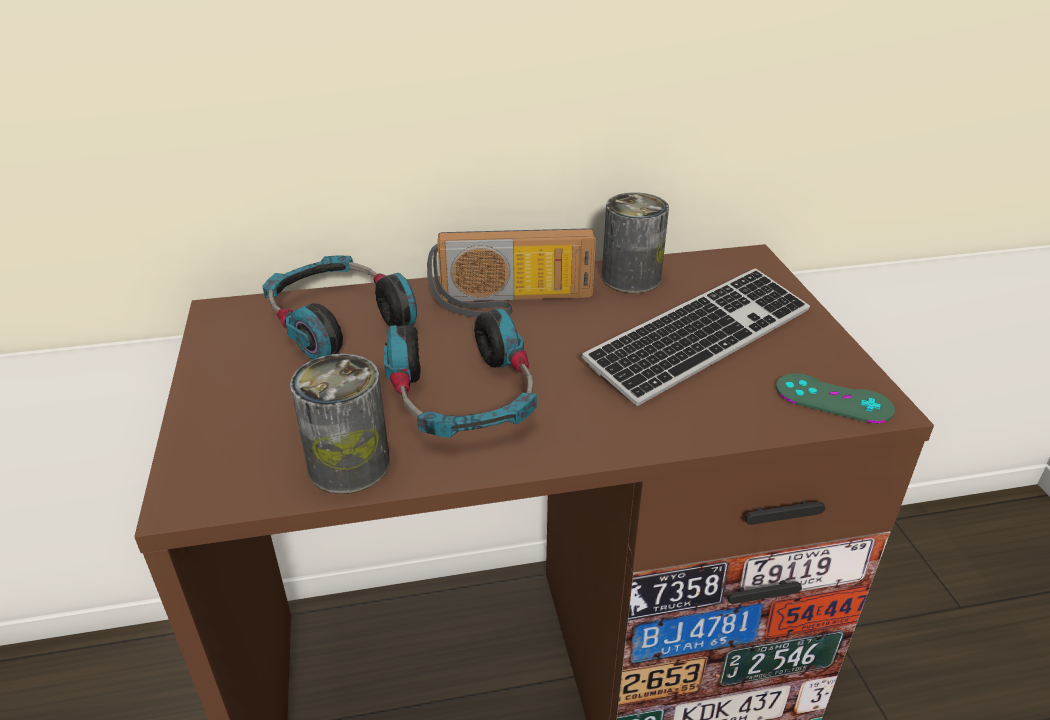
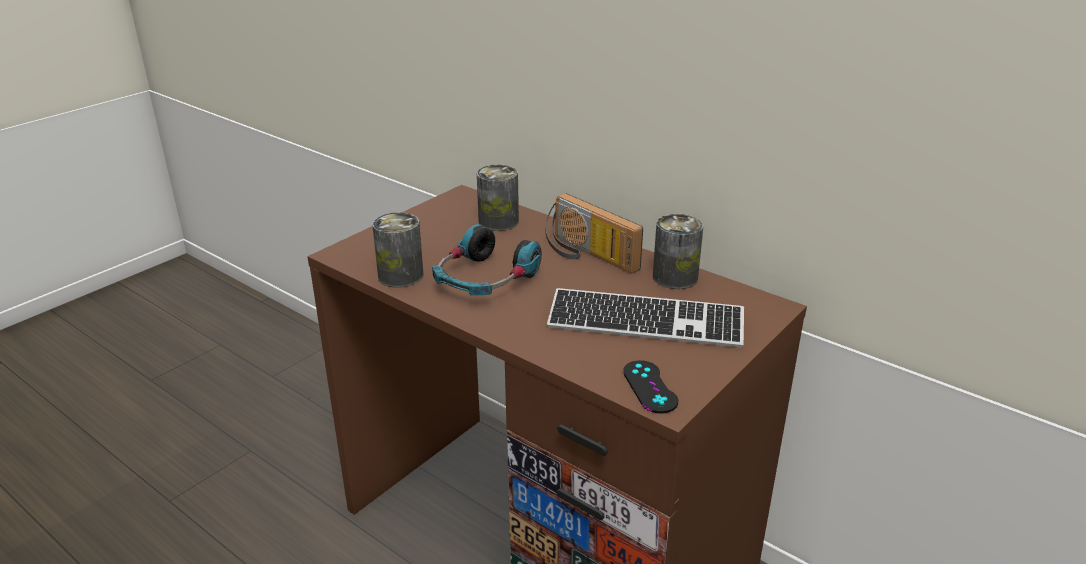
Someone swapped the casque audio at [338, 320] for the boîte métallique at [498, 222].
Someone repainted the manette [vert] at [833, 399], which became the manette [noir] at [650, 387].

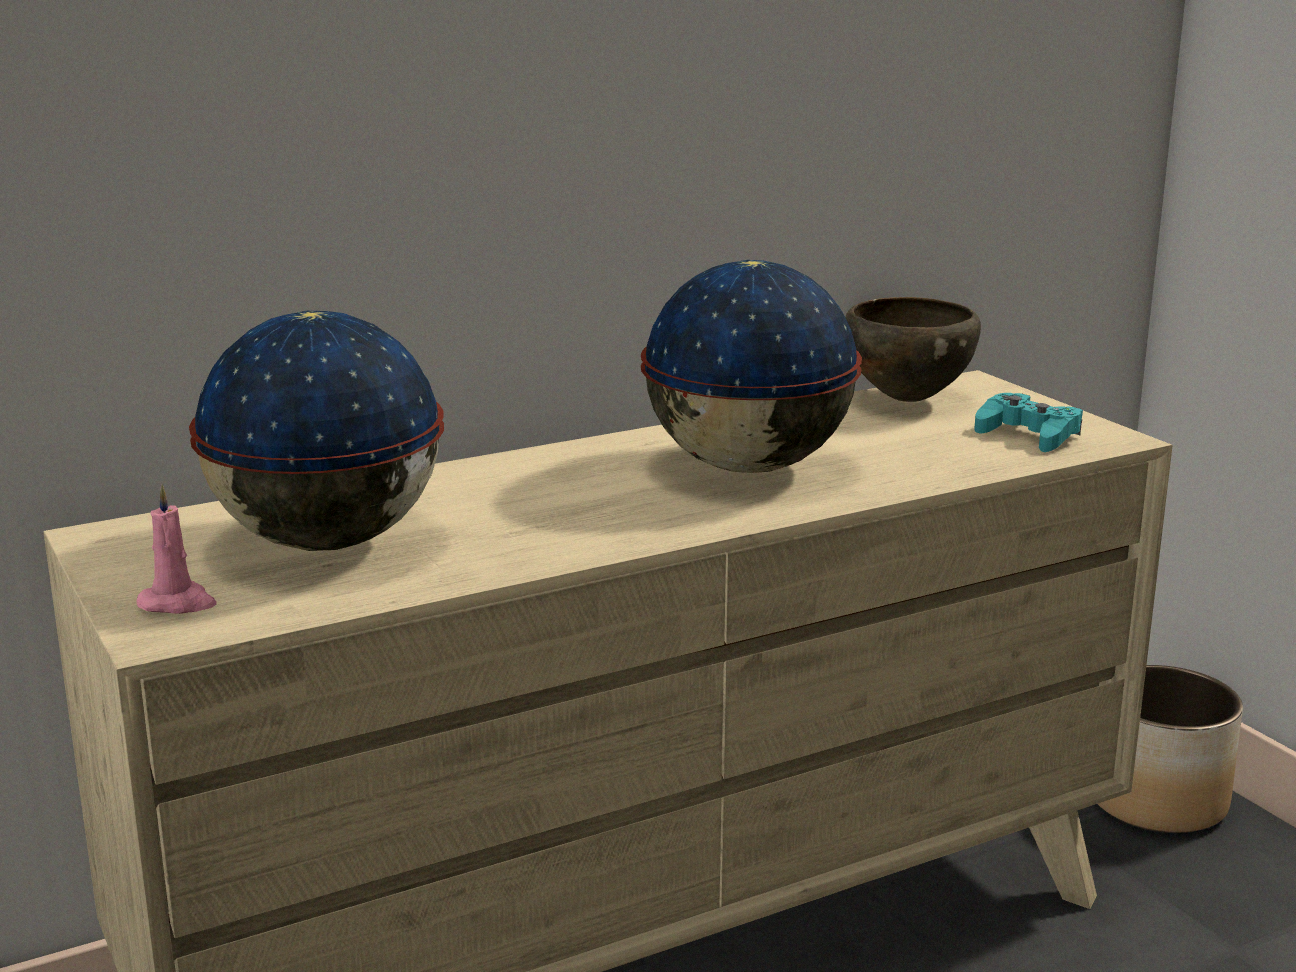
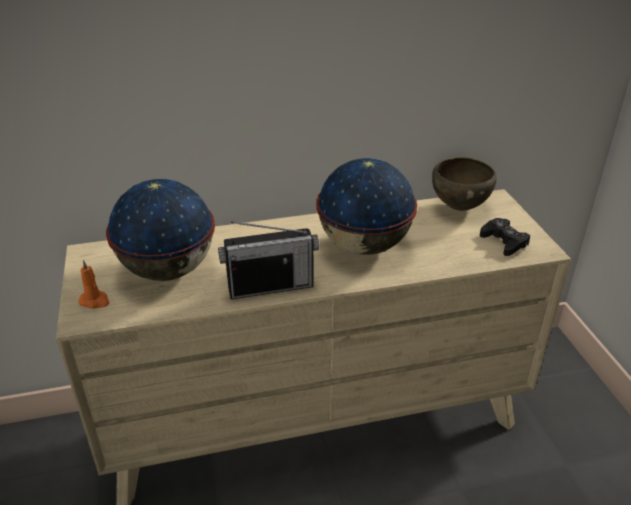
Someone repainted the bougie [rose] at [178, 603], which became the bougie [orange] at [95, 301].
Someone put down the radio at [270, 286].
Someone repainted the manette [turquoise] at [1029, 435], which became the manette [noir] at [504, 242].
Someone took away the cache-pot at [1158, 800].

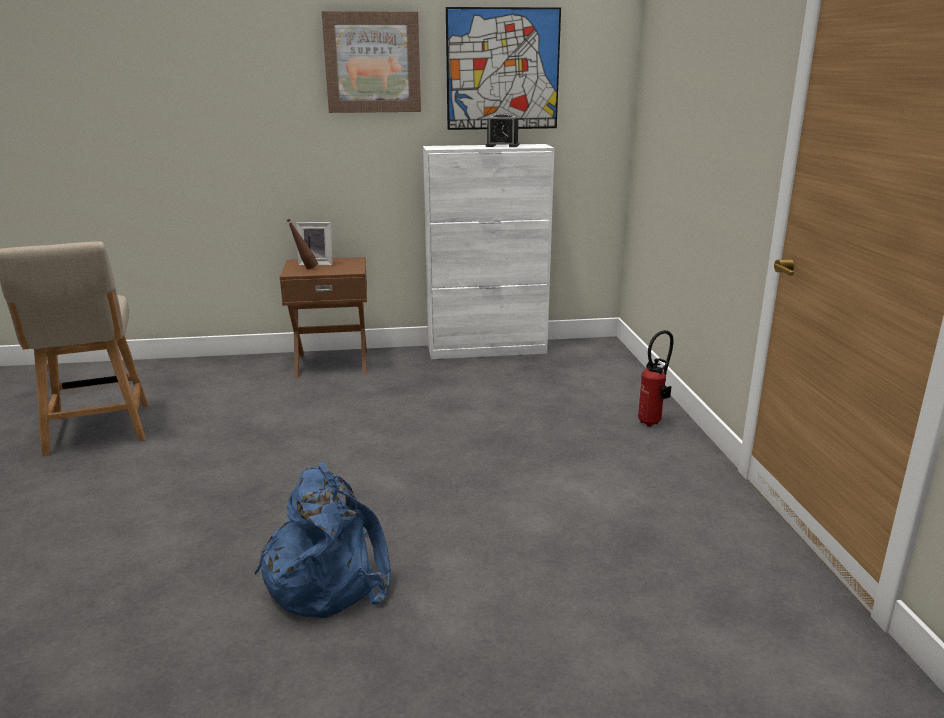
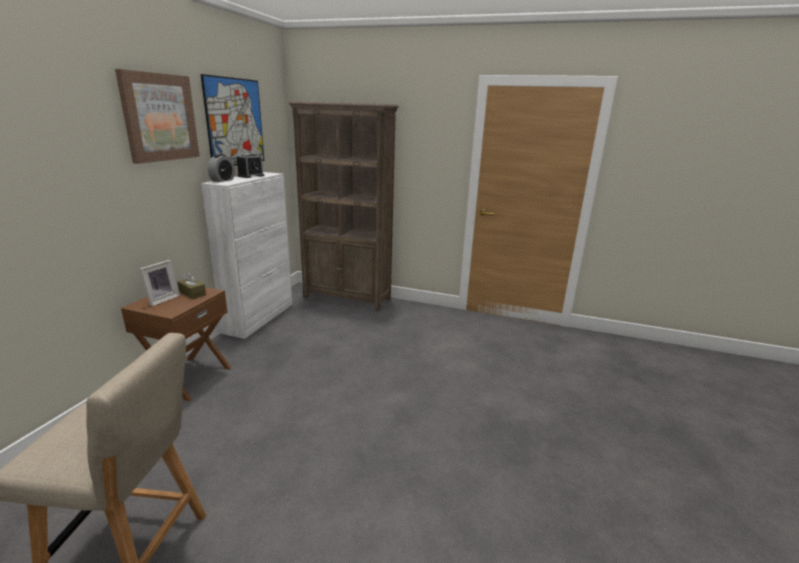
Someone put down the boîte à mouchoirs [marron] at [192, 293].
Someone put down the réveil at [222, 180].
Someone put down the bibliothèque [marron] at [347, 298].
Someone took away the sac à dos [bleu] at [328, 578].
Someone took away the bouteille [marron] at [304, 269].
Someone took away the extincteur at [653, 422].

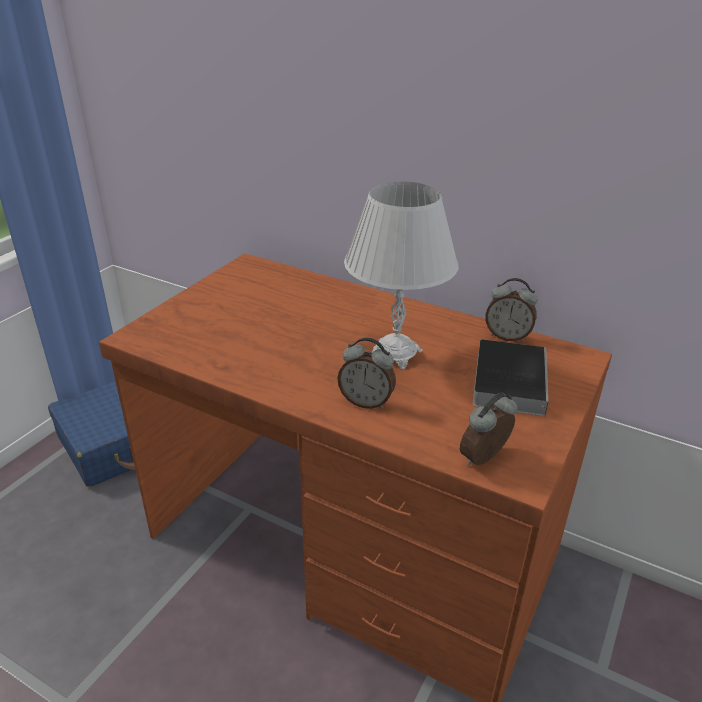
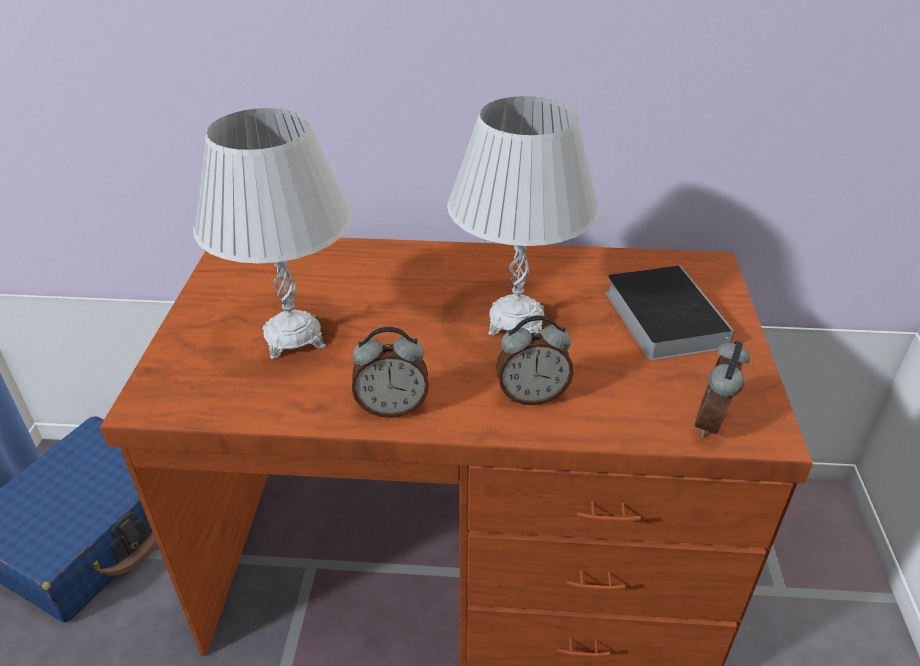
Someone put down the lampe de table [blanc] at [293, 337].
Someone carried the réveil from [507, 336] to [392, 407].

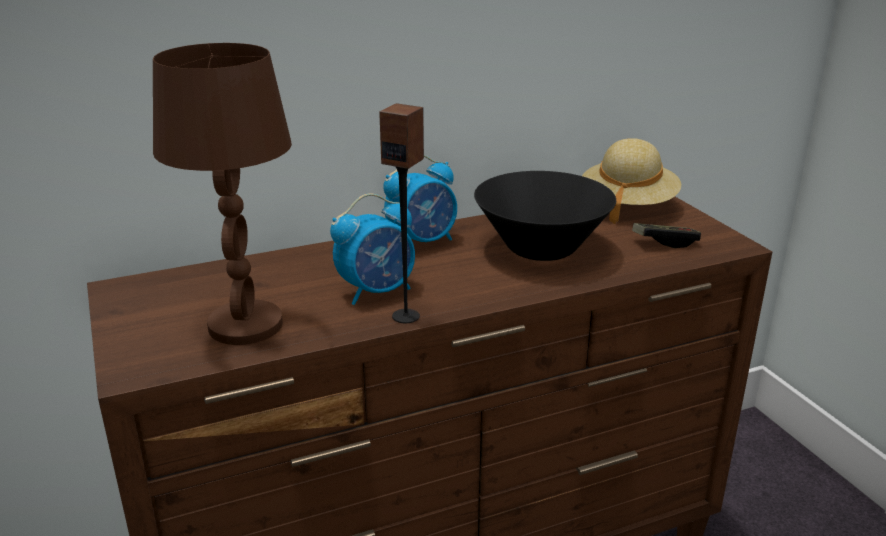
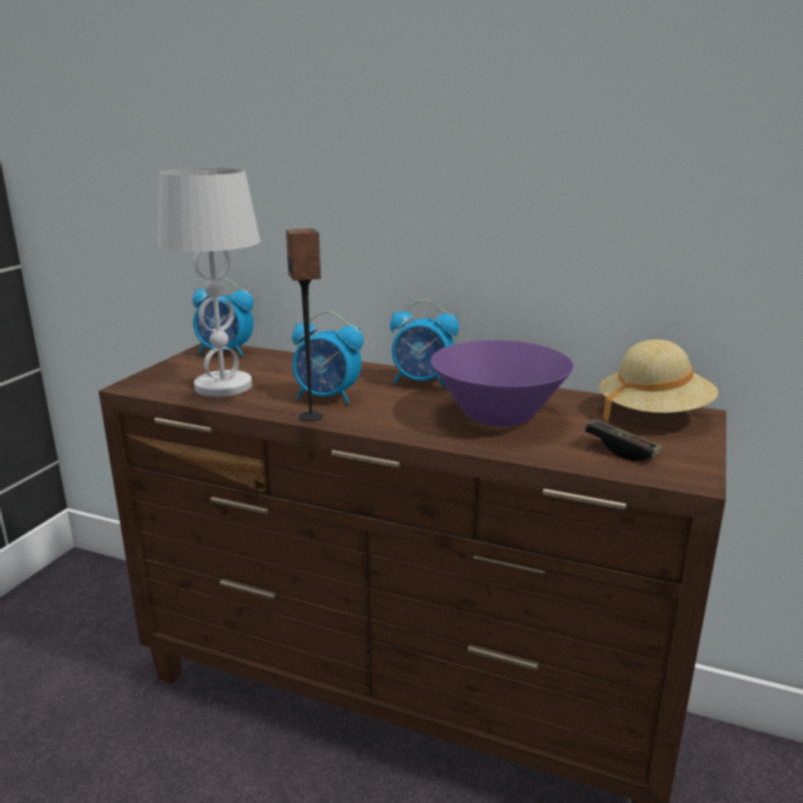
Someone repainted the lampe de table [marron] at [246, 325], which became the lampe de table [blanc] at [223, 386].
Someone put down the réveil at [225, 352].
Someone repainted the bol [noir] at [541, 248], which became the bol [violet] at [498, 415].

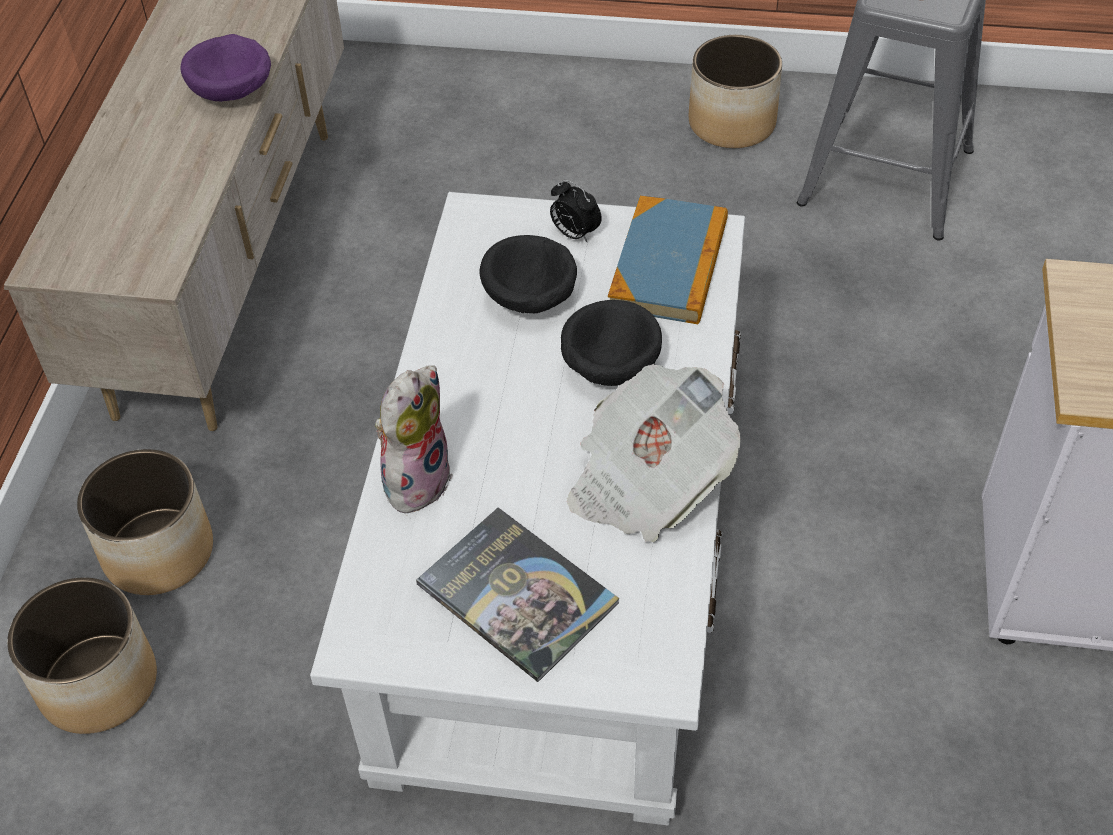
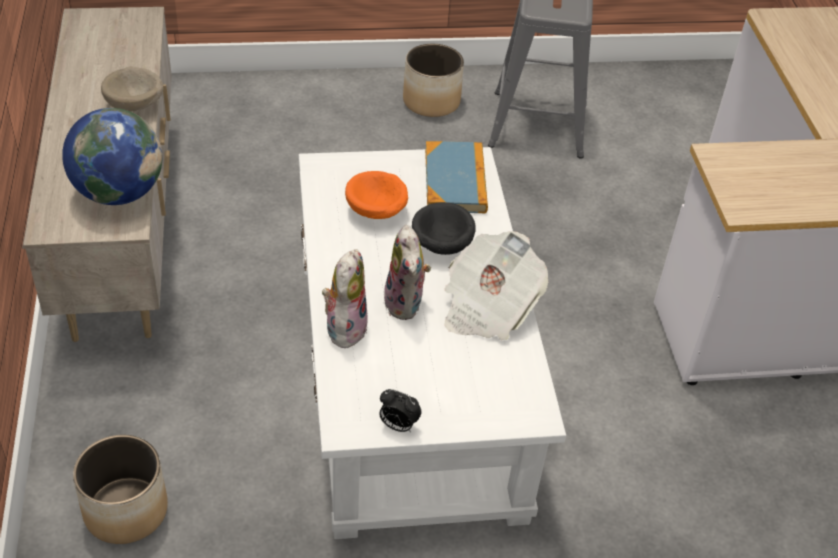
Someone put down the globe at [119, 193].
Someone repainted the bol [violet] at [234, 92], which became the bol [beige] at [136, 105].
Someone repainted the bol [noir] at [530, 299], which became the bol [orange] at [376, 212].
Someone carried the réveil from [574, 234] to [398, 425].
Someone put down the peluche at [406, 304].
Someone took away the cache-pot at [157, 551].
Someone took away the livre at [517, 594].

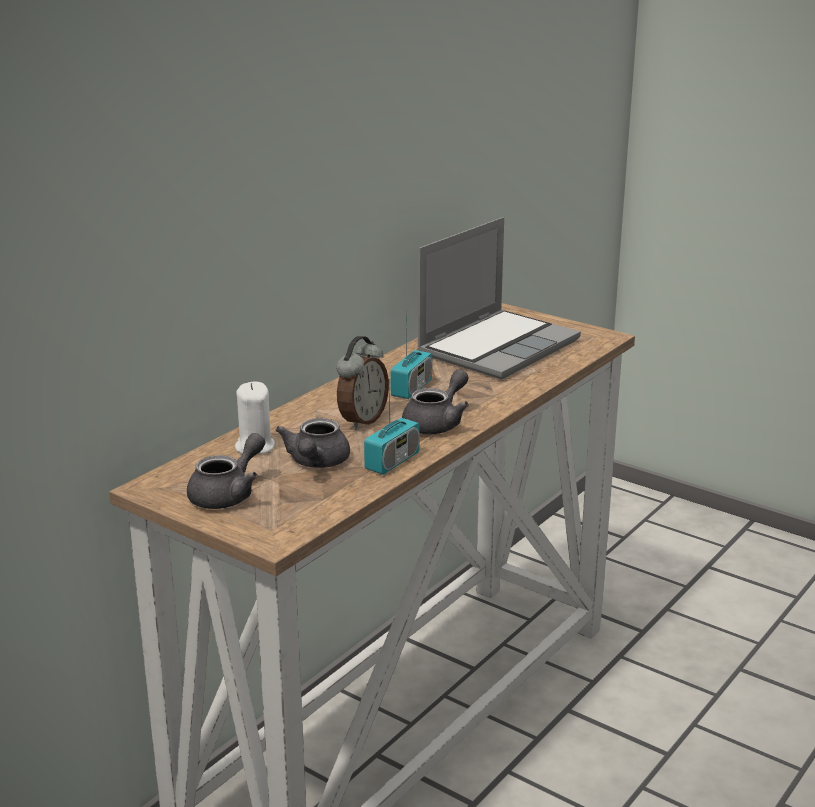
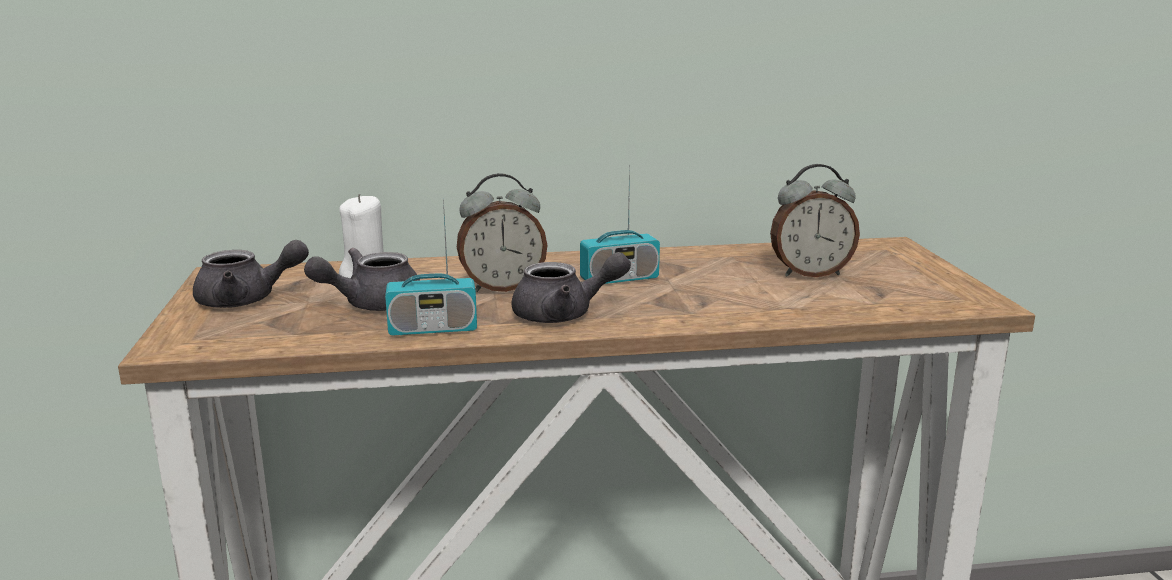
Someone swapped the ordinateur portable at [498, 346] for the réveil at [810, 273].

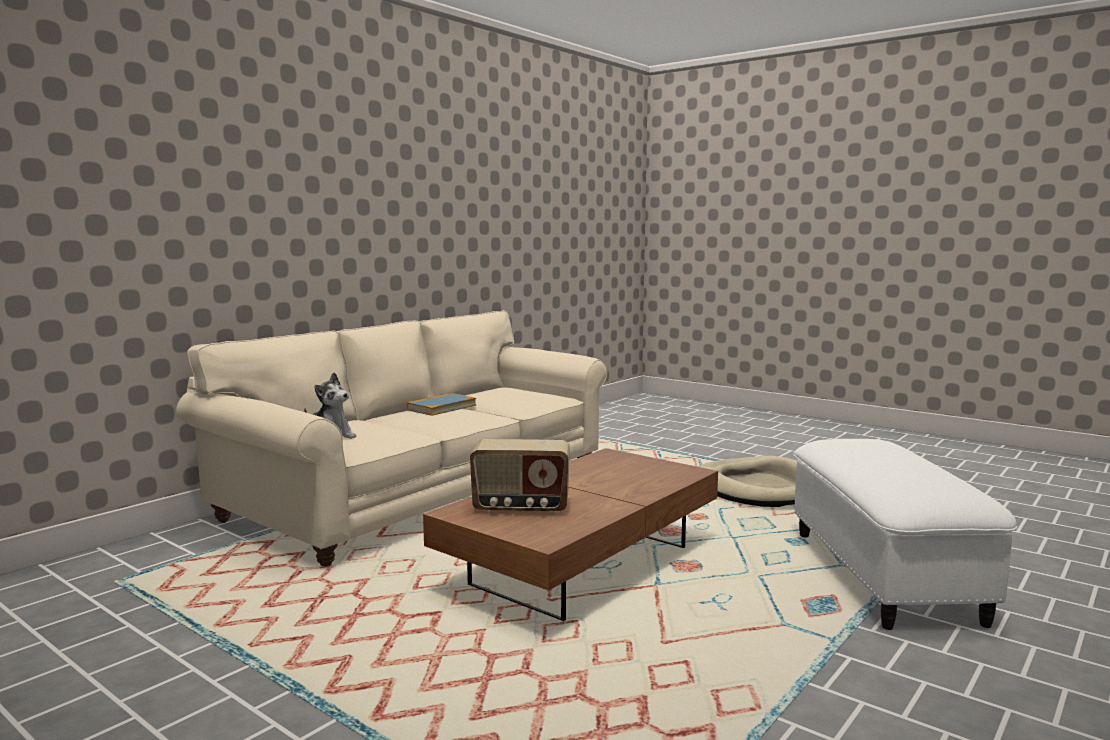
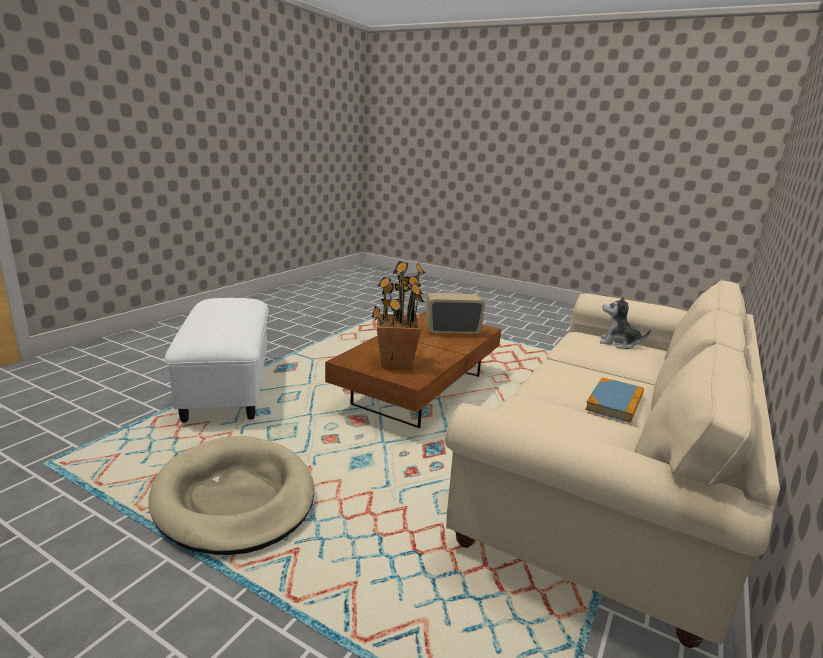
Someone put down the plante en pot at [396, 361].

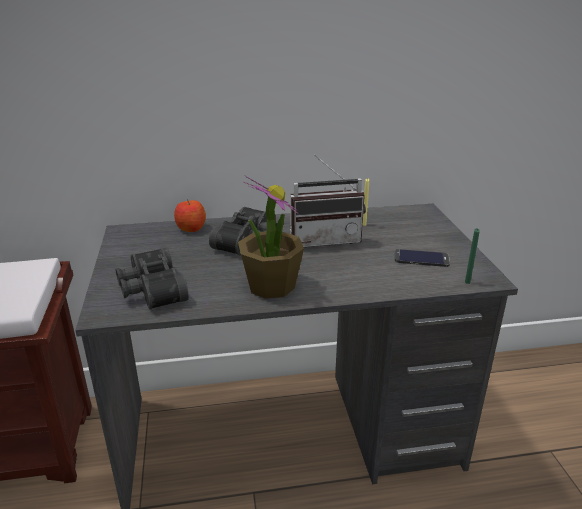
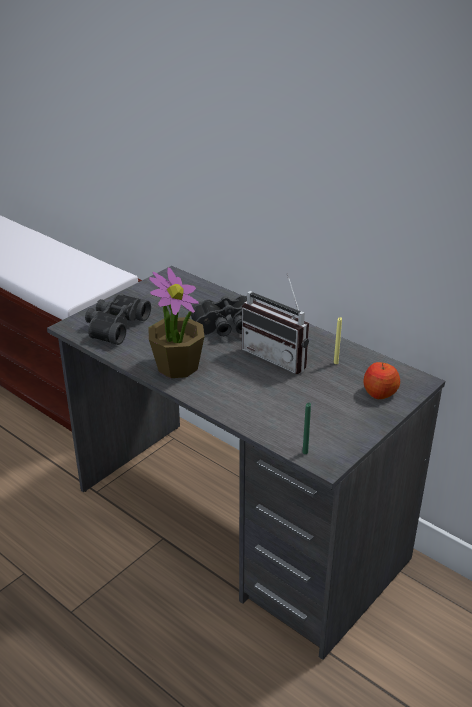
Someone carried the pomme from [191, 228] to [379, 392].
Someone took away the téléphone at [421, 258].

